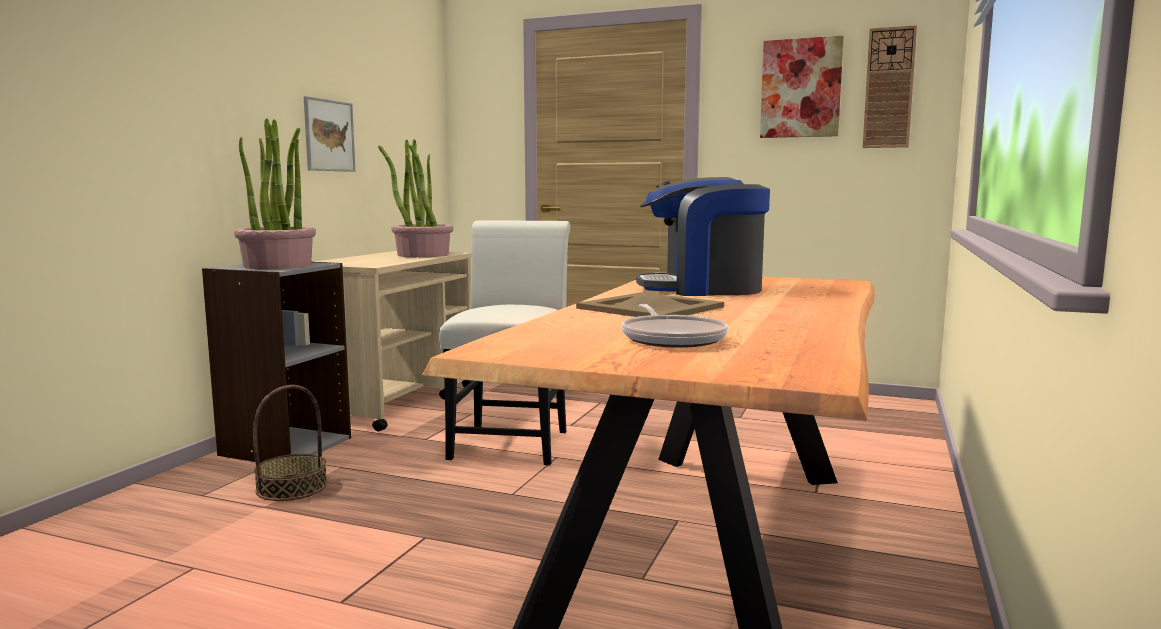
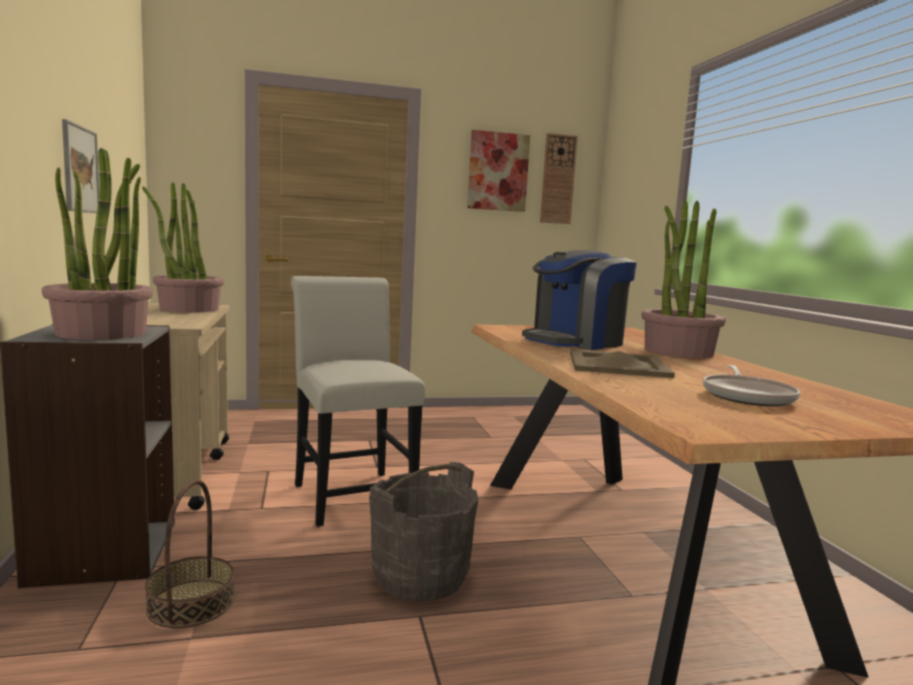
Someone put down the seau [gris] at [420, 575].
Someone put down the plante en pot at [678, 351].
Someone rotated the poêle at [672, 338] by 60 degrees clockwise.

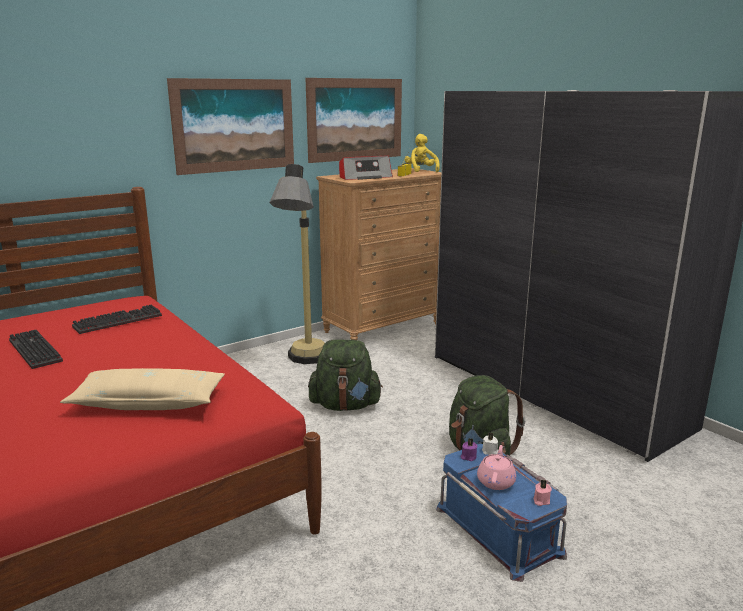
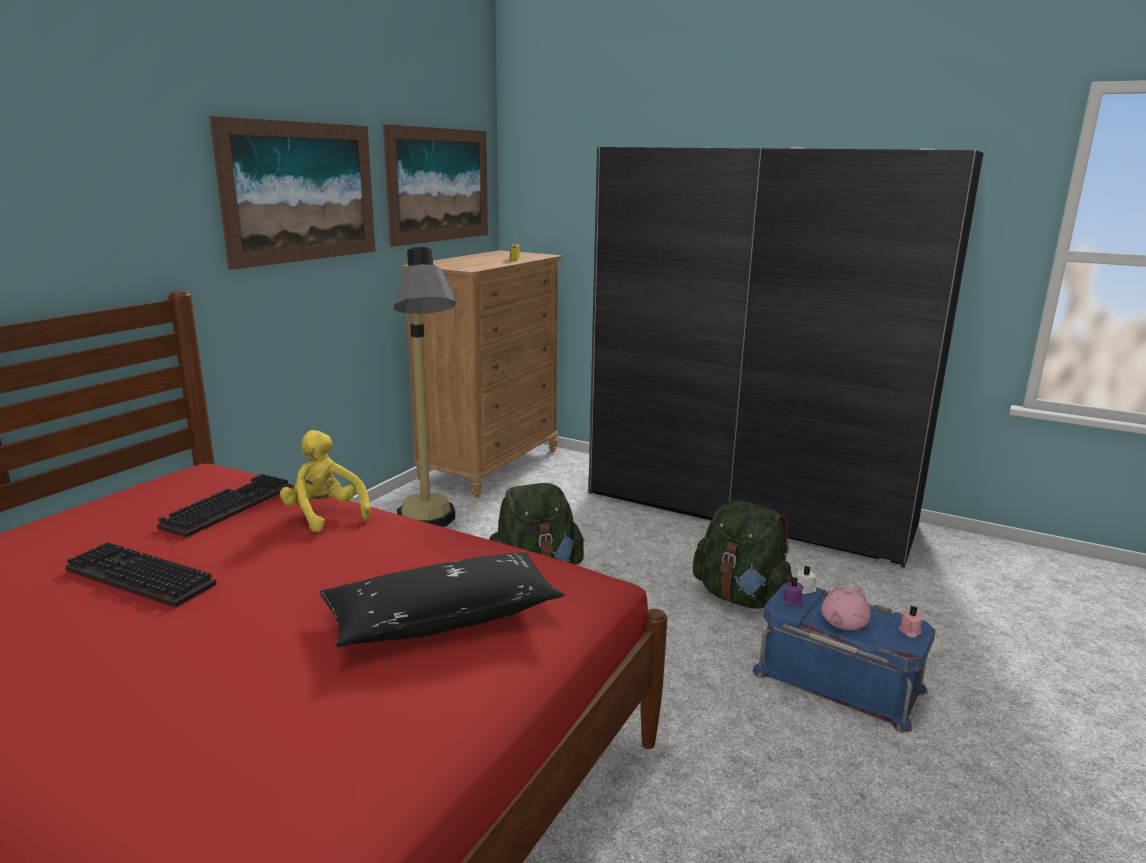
Someone carried the peluche [jaune] from [421, 171] to [325, 515].
Someone repainted the coussin [beige] at [149, 402], which became the coussin [noir] at [443, 617].
Someone rotated the théière [rose] at [496, 481] by 135 degrees counterclockwise.
Someone took away the radio at [364, 177].

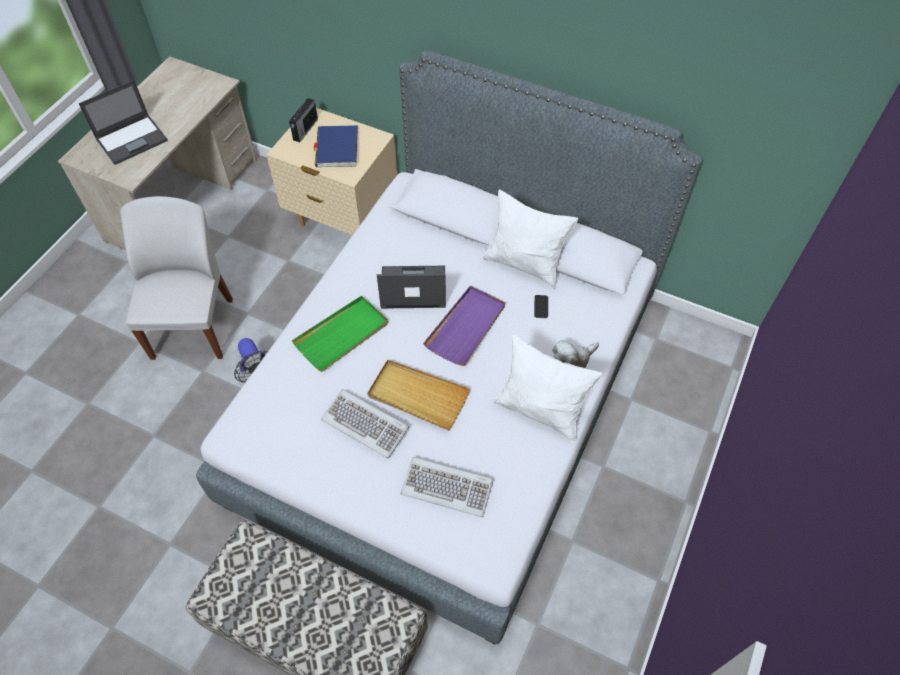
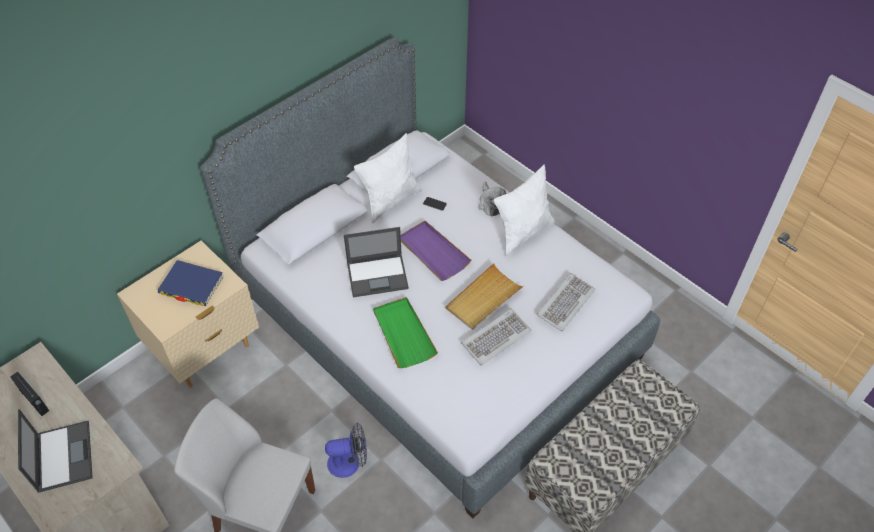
Someone carried the radio from [305, 130] to [35, 401].
Someone rotated the ordinateur portable at [412, 288] by 120 degrees counterclockwise.

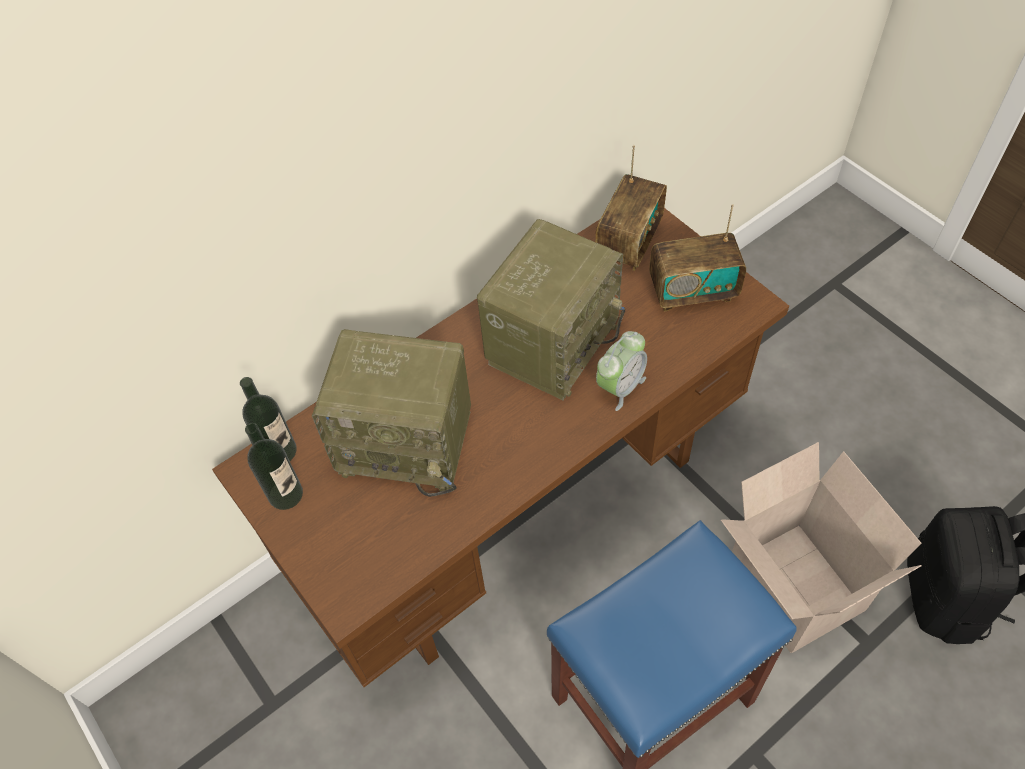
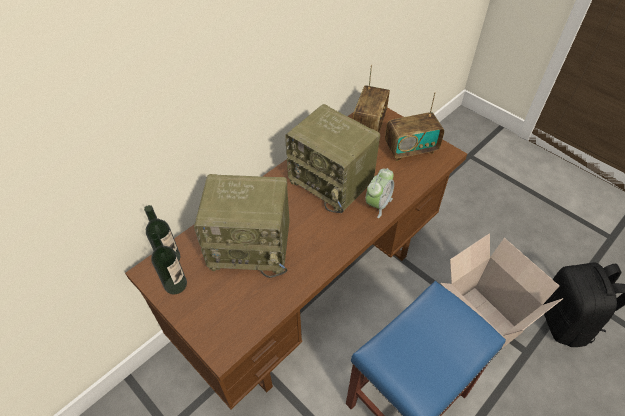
Someone rotated the radio at [552, 341] by 105 degrees clockwise.

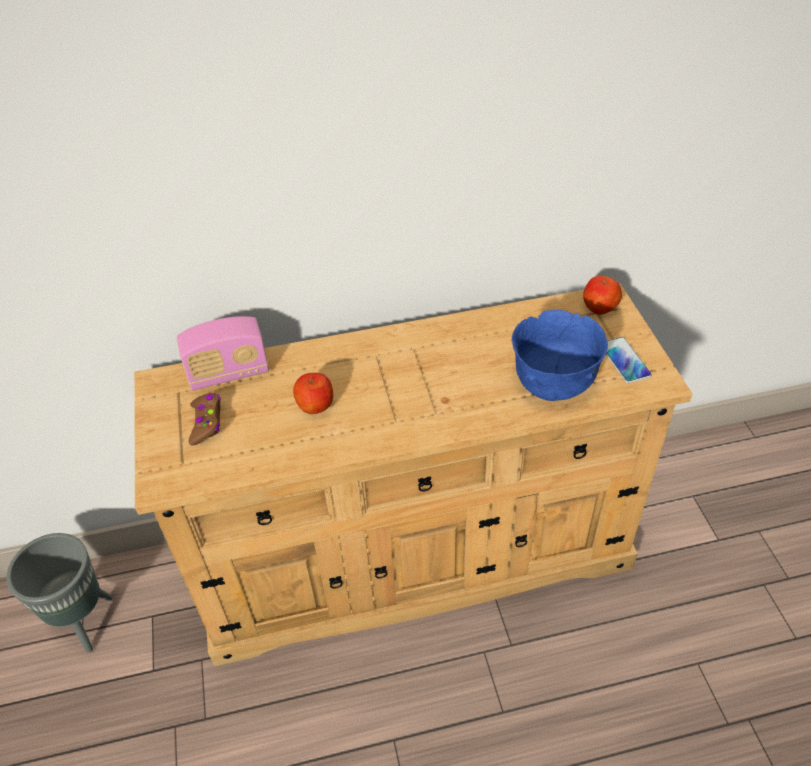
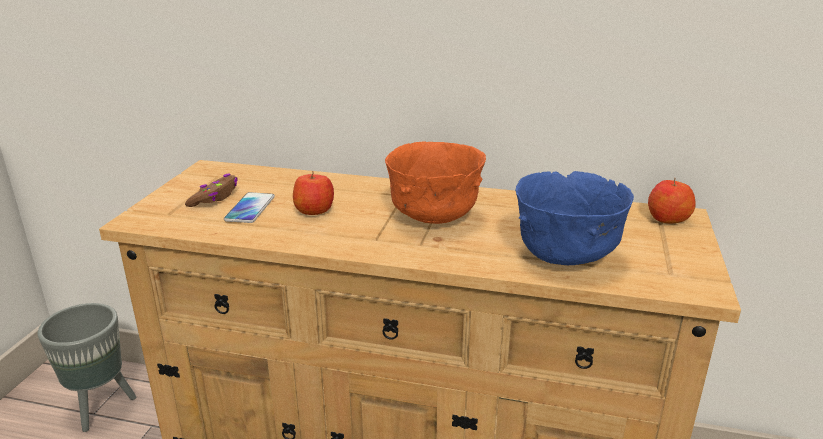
Someone carried the téléphone from [624, 360] to [250, 208].
Someone put down the bol [orange] at [434, 218].
Someone took away the radio at [229, 373].

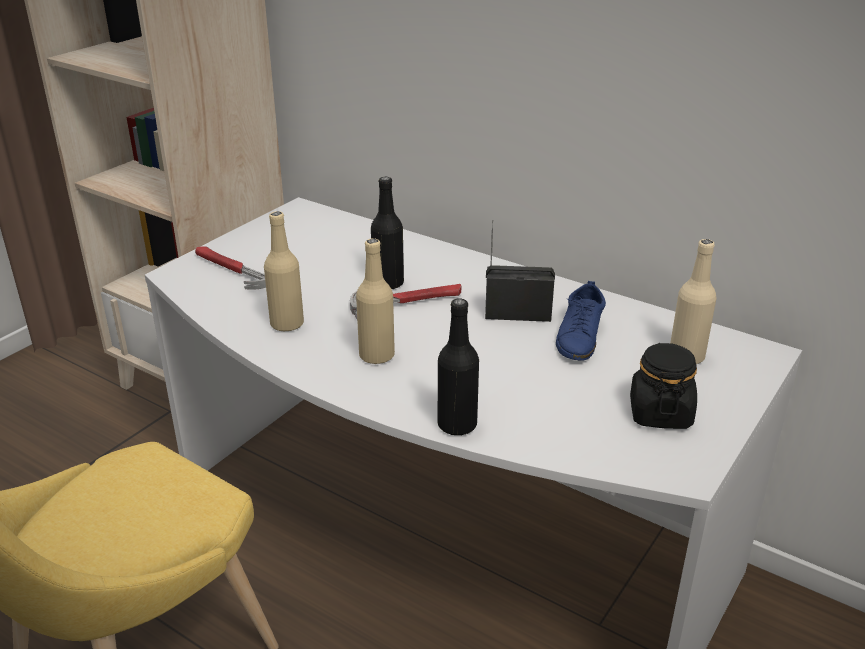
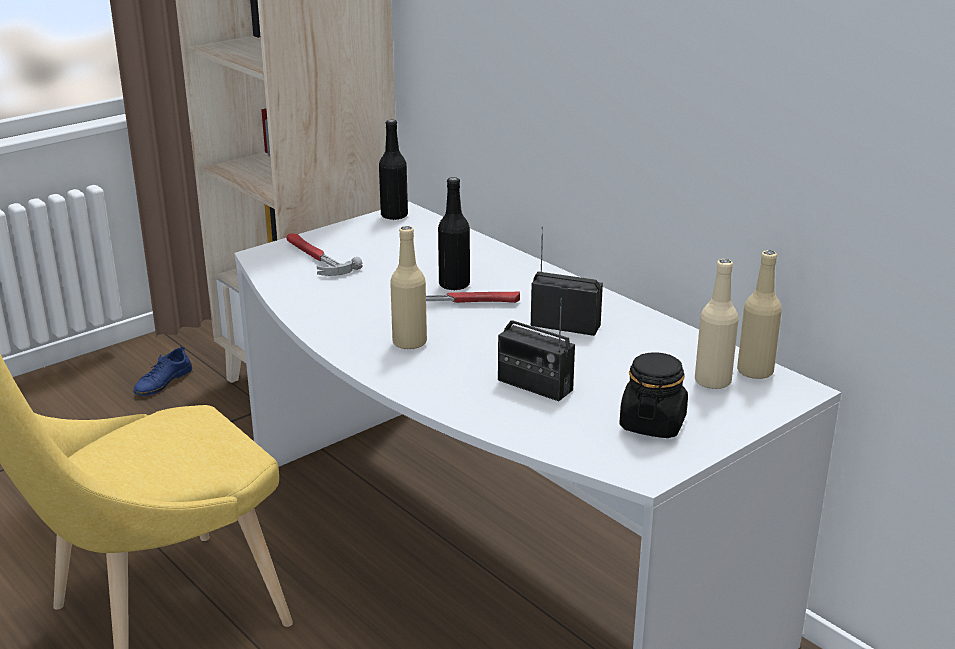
Someone carried the chaussure [bleu] from [579, 336] to [163, 382].
Someone carried the bouteille [noir] from [457, 425] to [394, 216].
Someone put down the radio at [534, 385].
Someone carried the bouteille [beige] from [287, 324] to [755, 372].

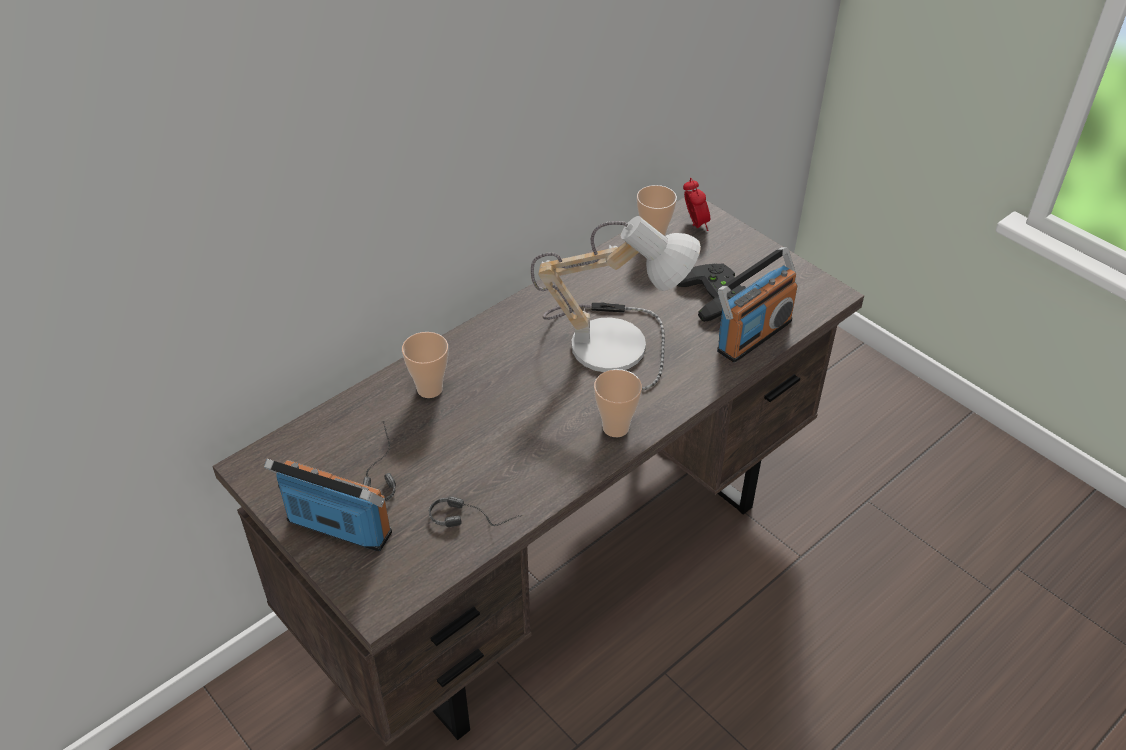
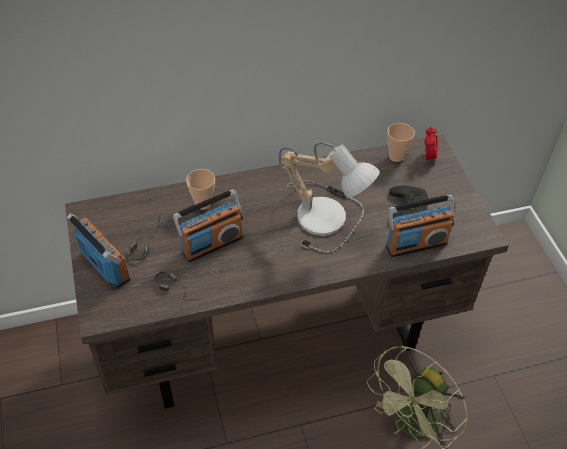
Someone put down the radio at [211, 244].
Someone put down the ventilateur [vert] at [412, 427].
Someone took away the tasse at [615, 427].

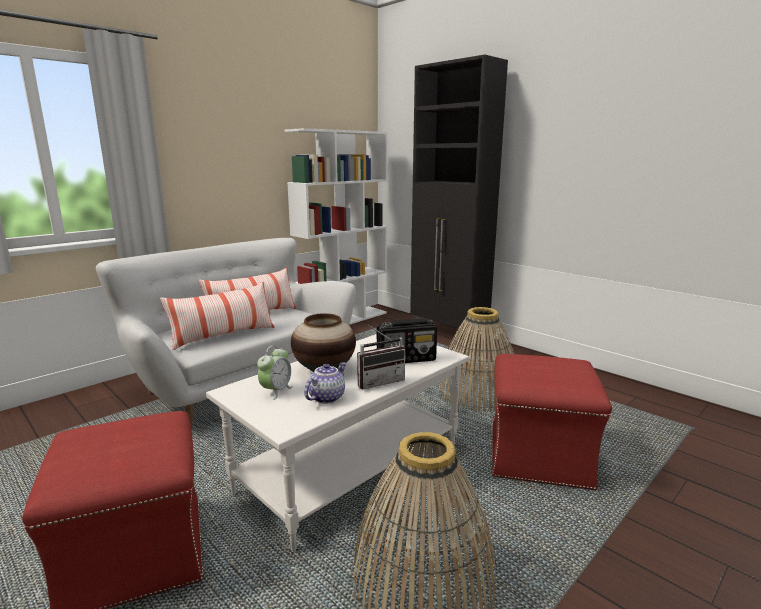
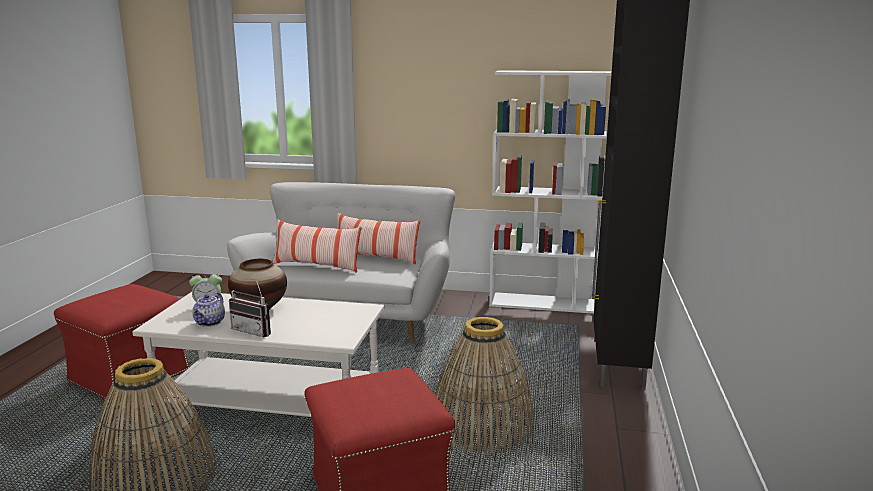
Someone rotated the théière at [326, 397] by 105 degrees clockwise.
Someone took away the radio at [406, 359].

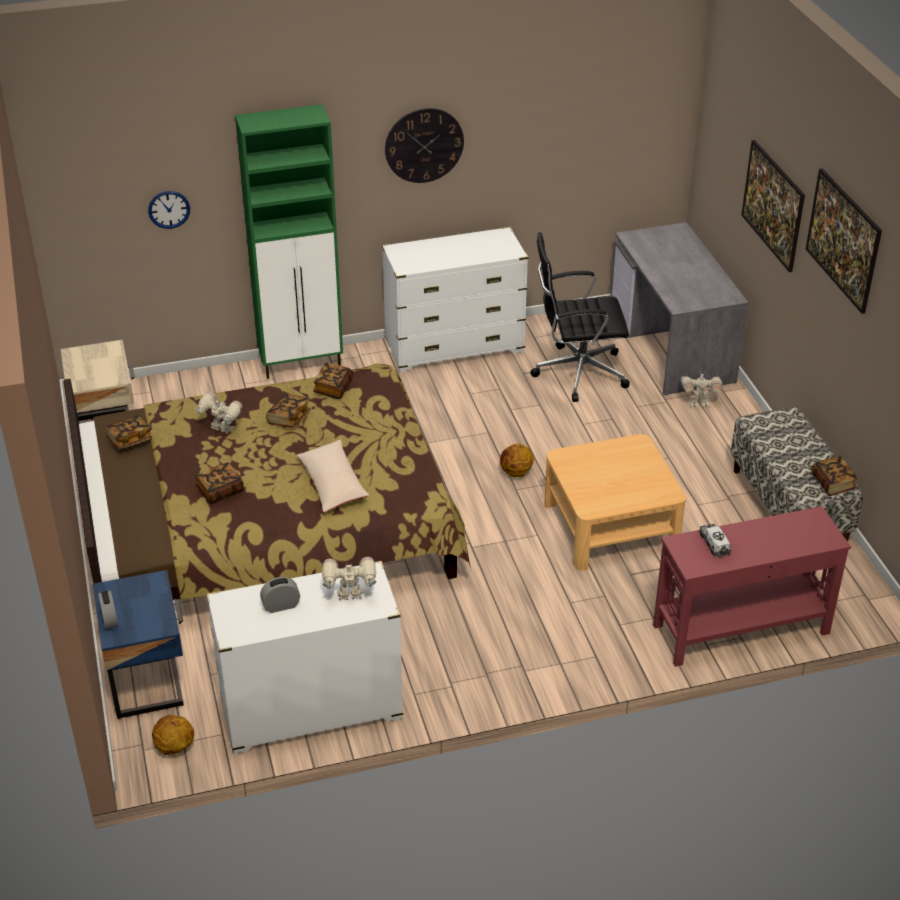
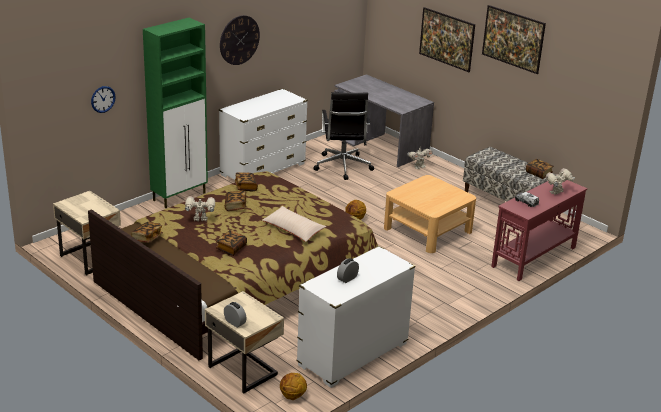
Someone repainted the table de chevet [bleu] at [149, 681], which became the table de chevet [beige] at [244, 370].
Someone rotated the chaise de bureau [noir] at [577, 372] by 60 degrees counterclockwise.
Someone carried the robot jouet from [350, 597] to [557, 192].

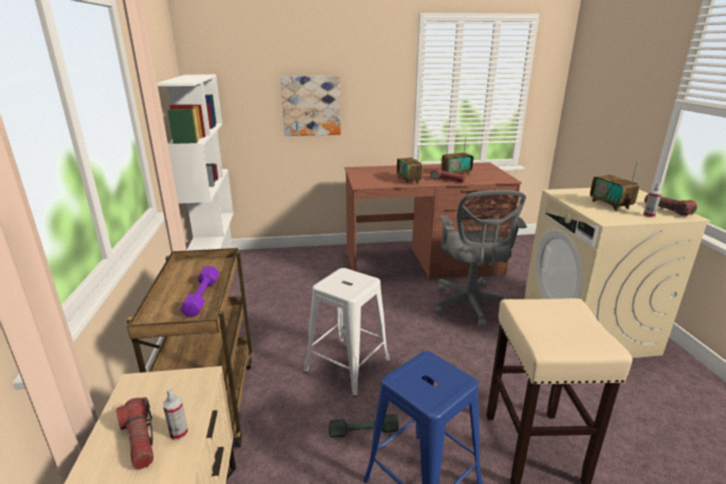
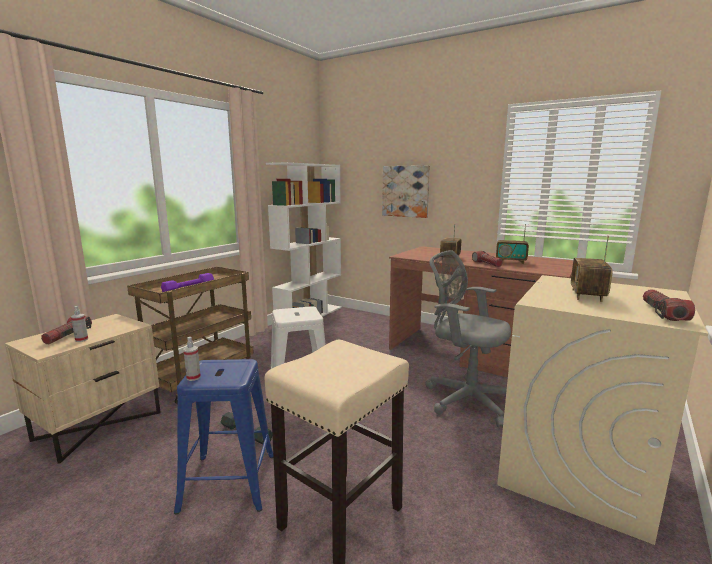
Someone carried the vaporisateur from [649, 215] to [193, 377].
Someone rotated the chaise de bureau [gris] at [470, 306] by 90 degrees clockwise.

